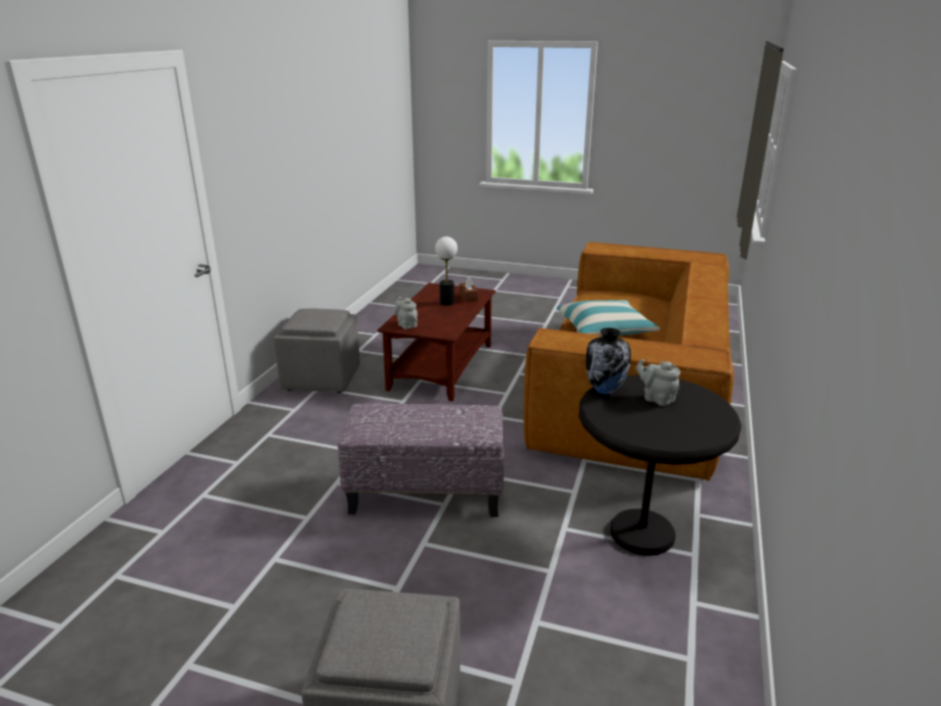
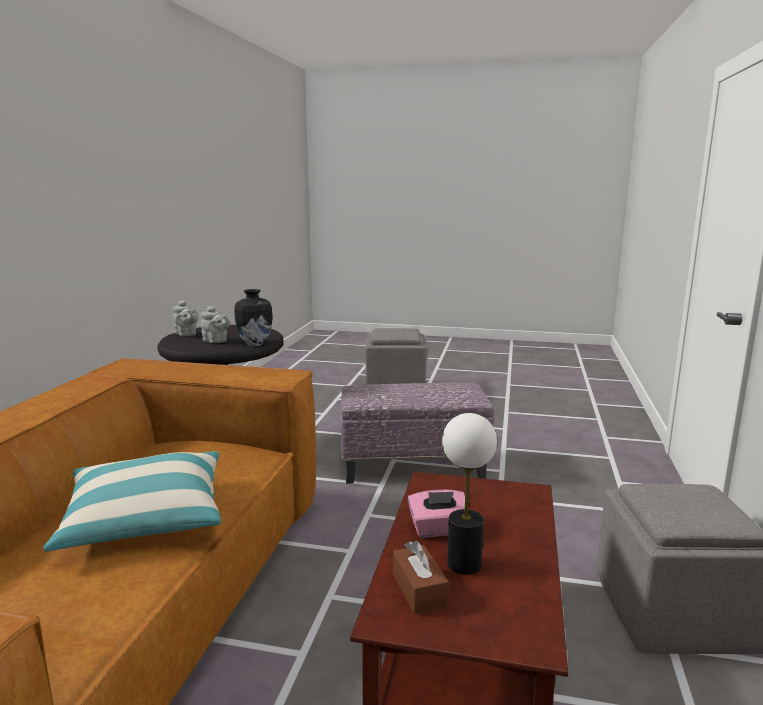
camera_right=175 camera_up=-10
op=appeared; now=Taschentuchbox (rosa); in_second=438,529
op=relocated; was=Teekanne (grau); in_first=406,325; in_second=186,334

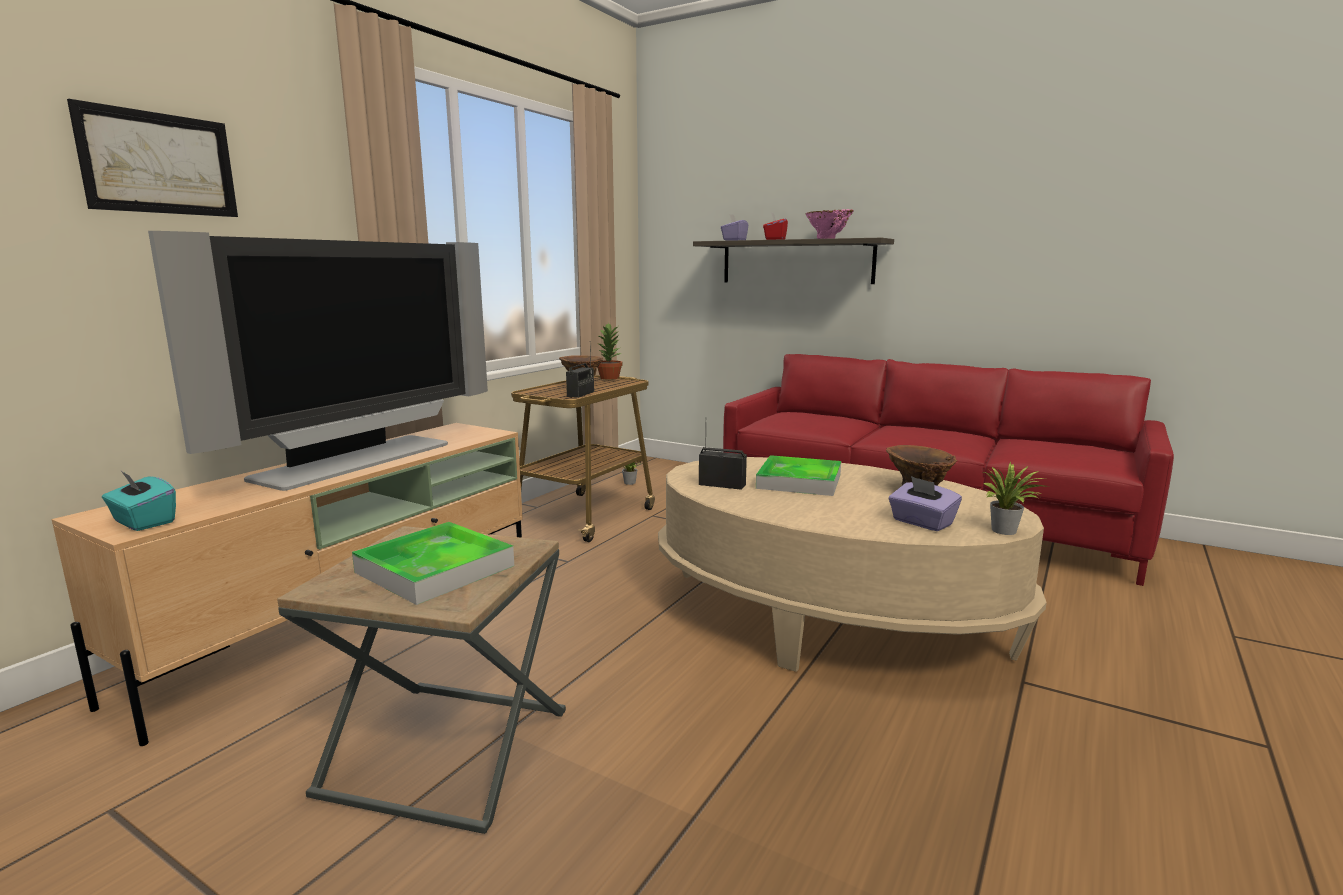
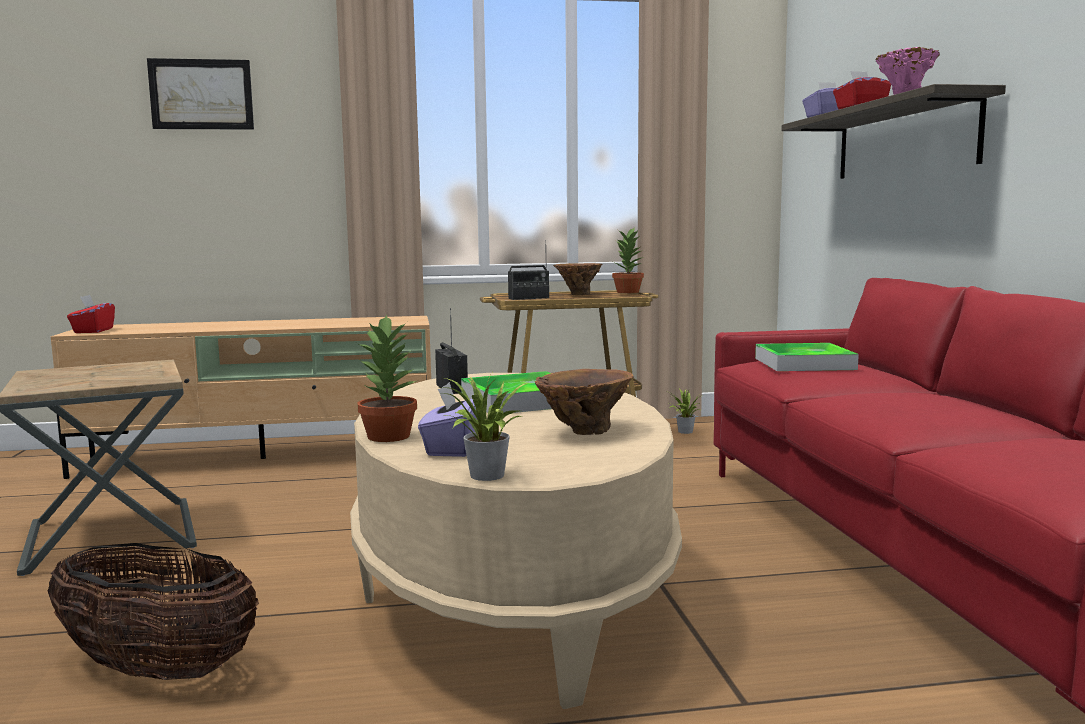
camera_right=50 camera_up=-5
op=missing; was=Fernseher; in_first=359,461
op=appeared; now=Korb; in_second=158,670
op=appeared; now=Topfpflanze; in_second=390,436
op=relocated; was=Tablett; in_first=435,569; in_second=804,364
op=colour; was=Taschentuchbox (türkis); now=Taschentuchbox (rot); in_first=143,522; in_second=93,331

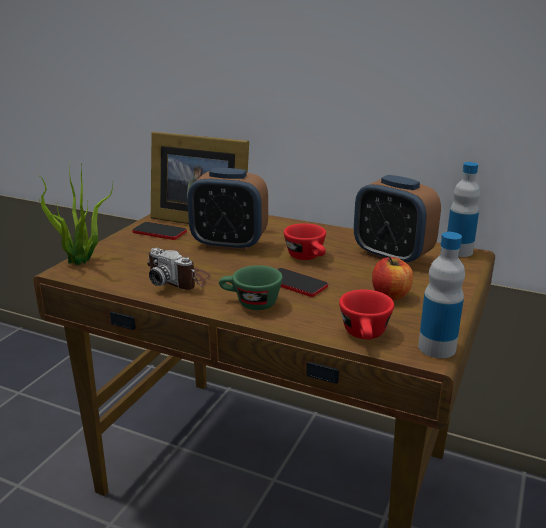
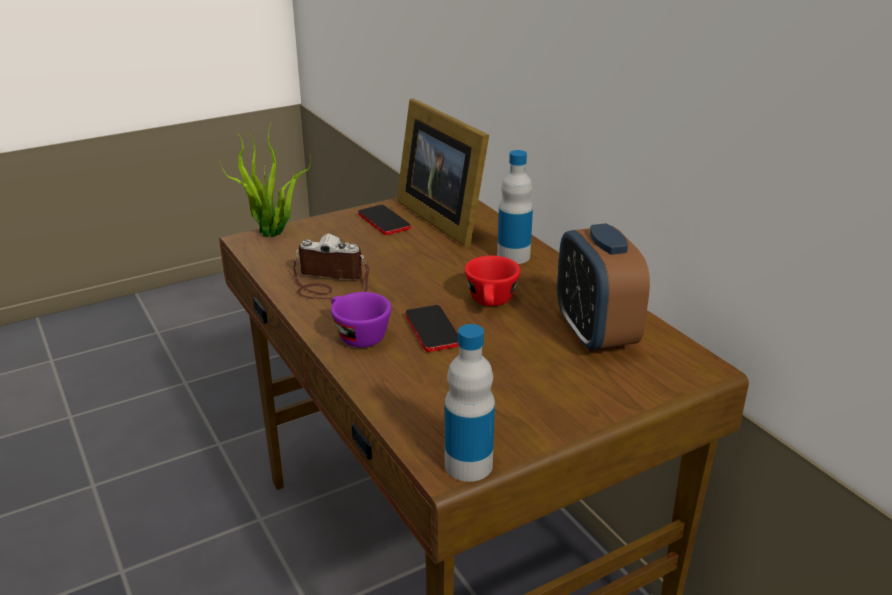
camera_right=35 camera_up=5
op=missing; was=Wecker; in_first=229,244
op=missing; was=Tasse (rot); in_first=365,336
op=missing; was=Apfel; in_first=390,295
op=relocated; was=Flasche; in_first=458,251; in_second=513,256
op=colour; was=Tasse (grün); now=Tasse (lila); in_first=250,303; in_second=356,335
op=spun; was=Kamera; in_first=179,279; in_second=329,283; clockwise=120

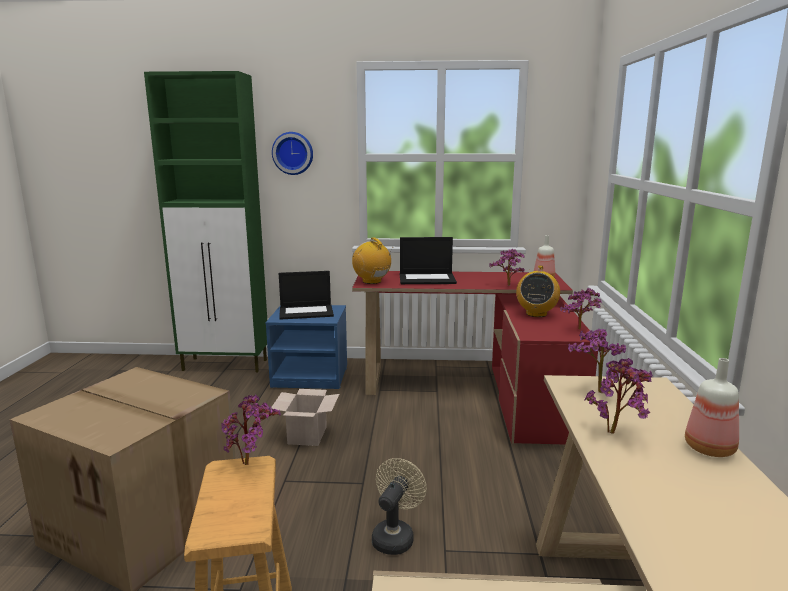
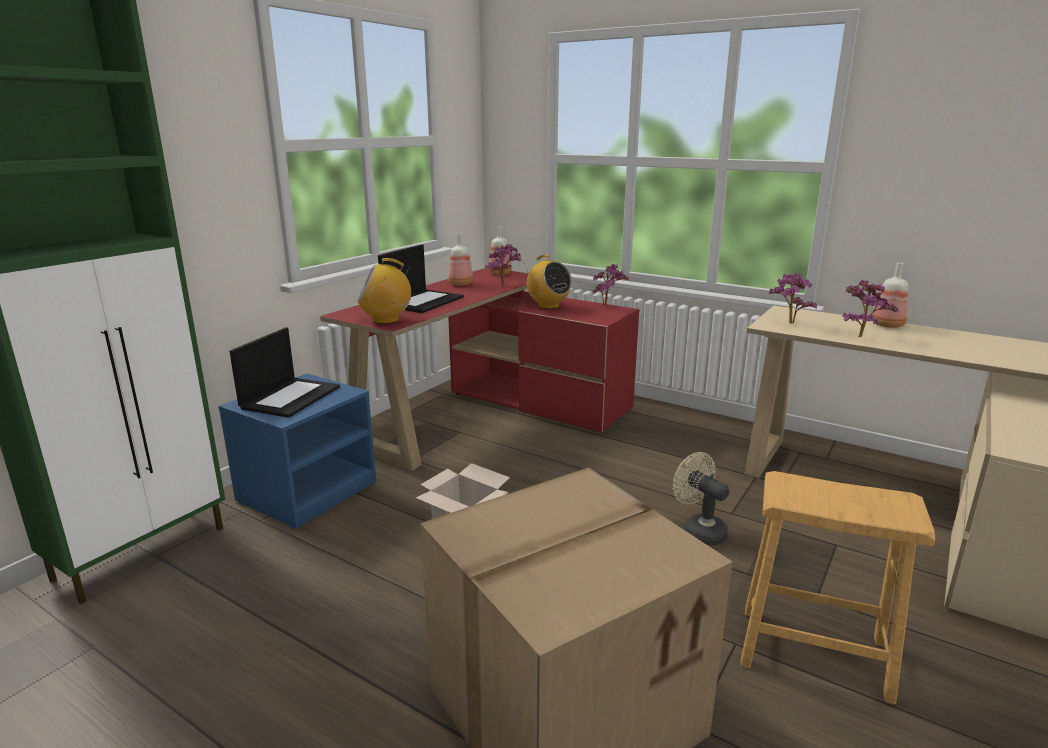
camera_right=-60 camera_up=5
op=missing; was=Topfpflanze; in_first=251,464
op=missing; was=Wanduhr; in_first=293,153
op=appeared; now=Flasche; in_second=460,284

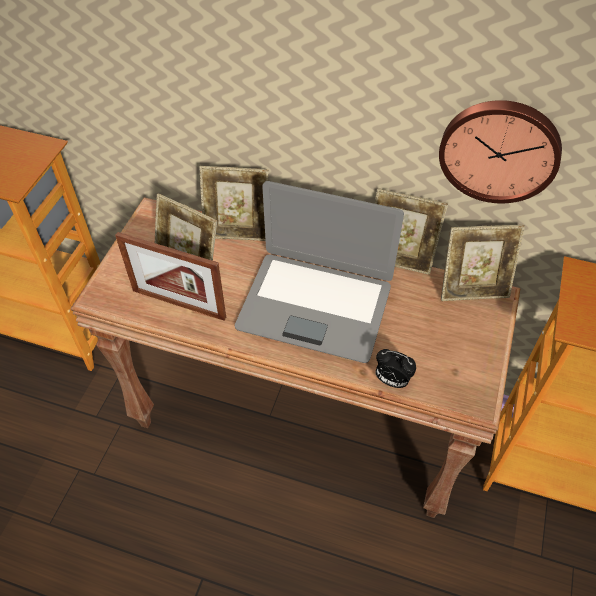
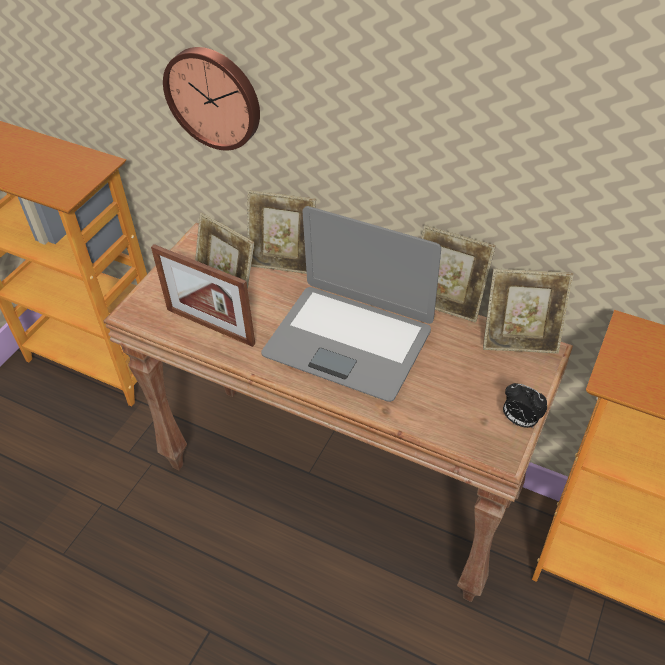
camera_right=10 camera_up=-5
op=relocated; was=Wecker; in_first=391,380; in_second=519,420
op=relocated; was=Wanduhr; in_first=499,150; in_second=214,97

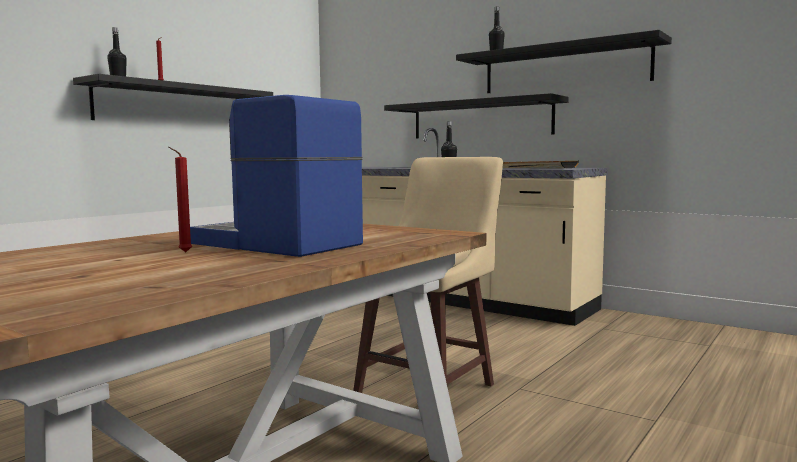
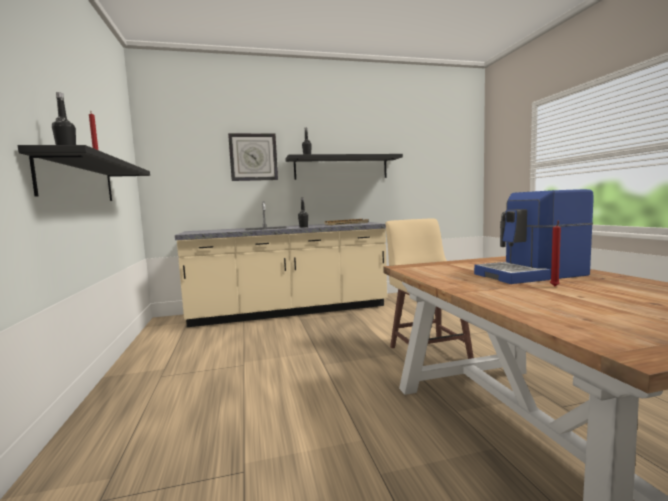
camera_right=-50 camera_up=0
op=missing; was=Wandregal (schwarz); in_first=480,119
op=appeared; now=Wanduhr; in_second=253,157

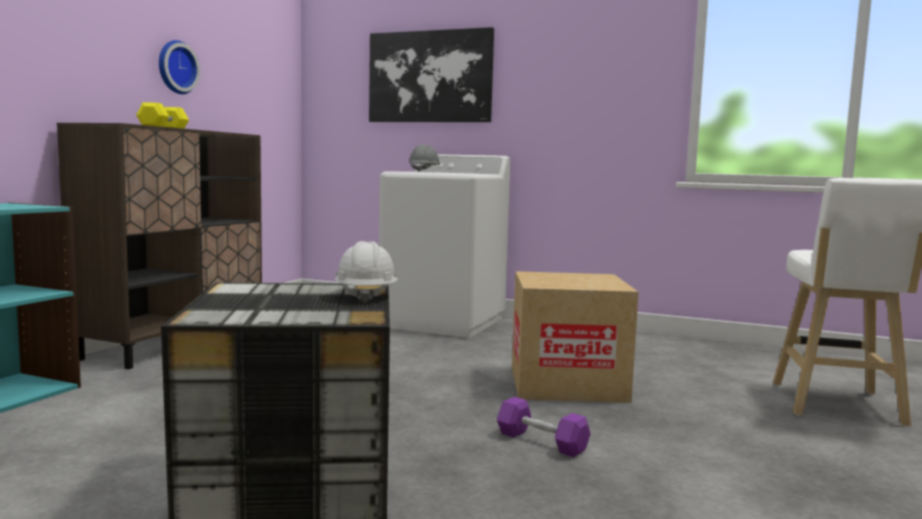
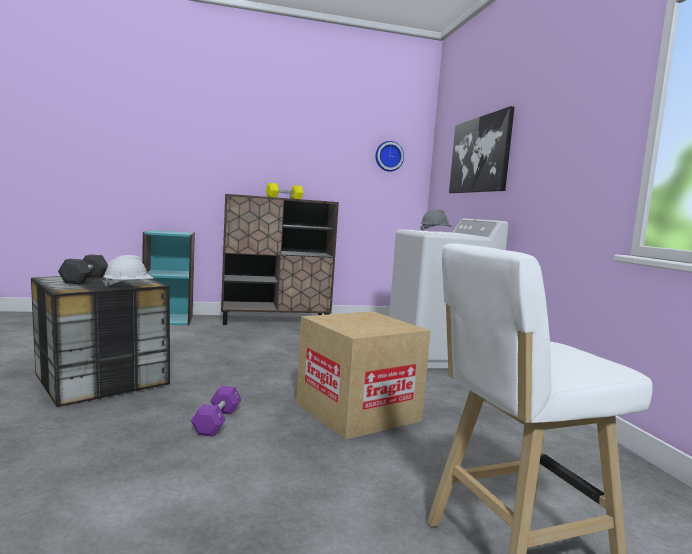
camera_right=55 camera_up=0
op=appeared; now=Hantel (grau); in_second=84,279
op=relocated; was=Wanduhr; in_first=175,67; in_second=388,156

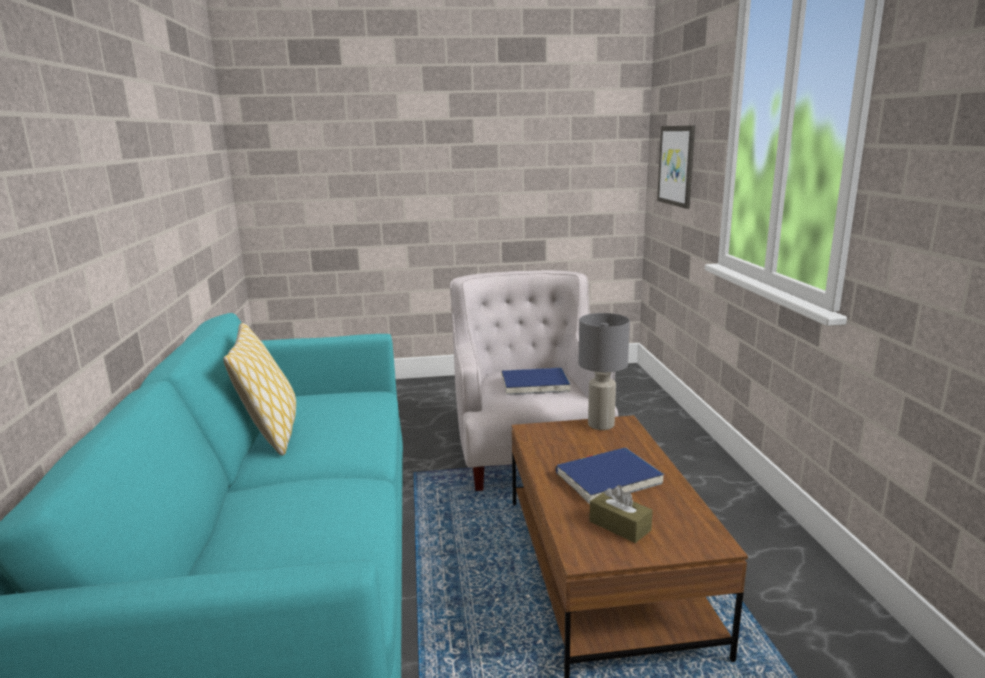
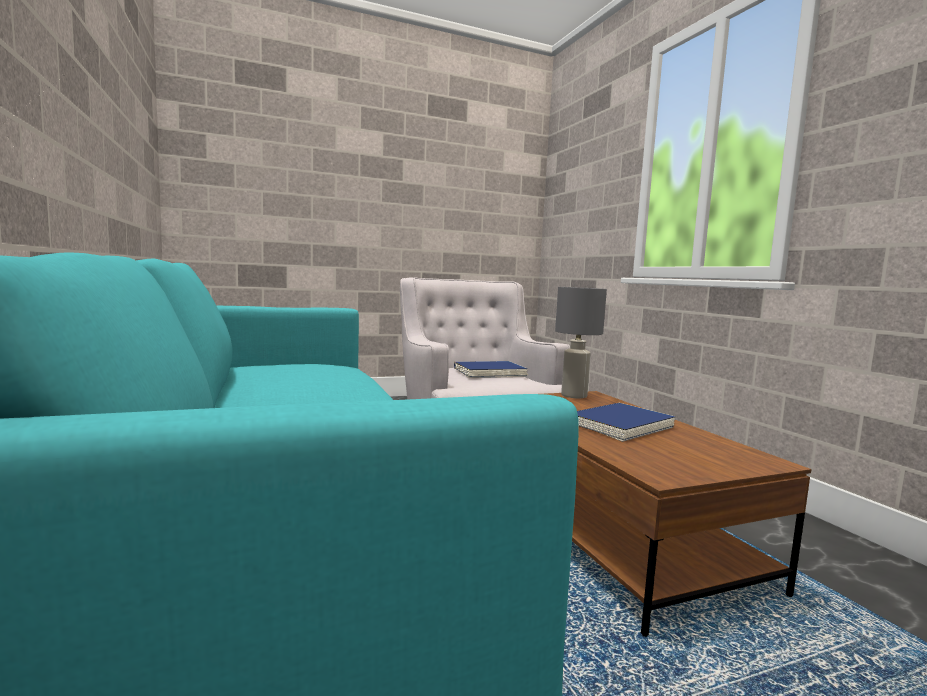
camera_right=-15 camera_up=-10
op=missing; was=Kissen; in_first=271,434
op=missing; was=Taschentuchbox (braun); in_first=619,526
op=missing; was=Bild; in_first=677,165

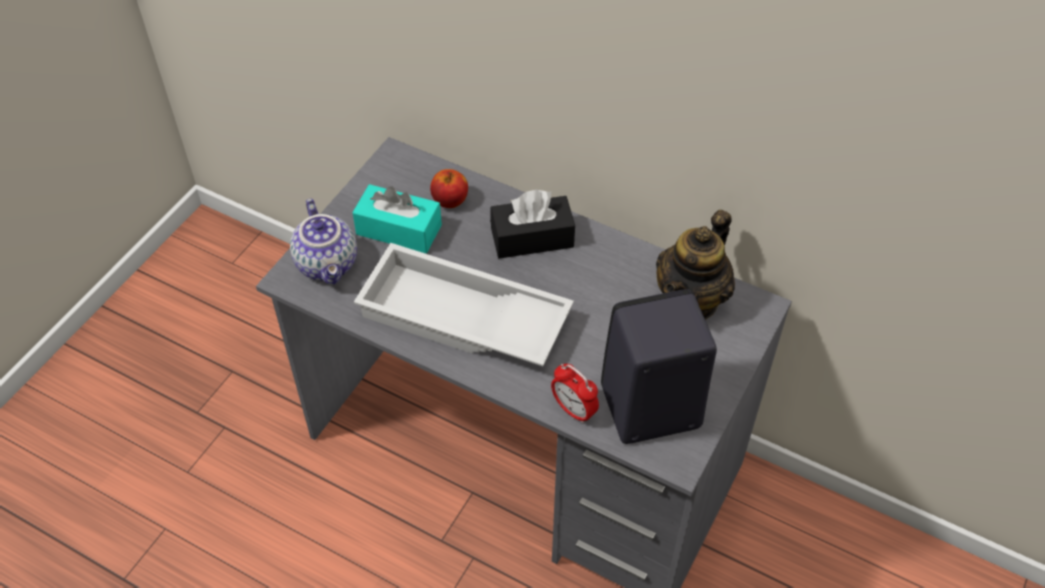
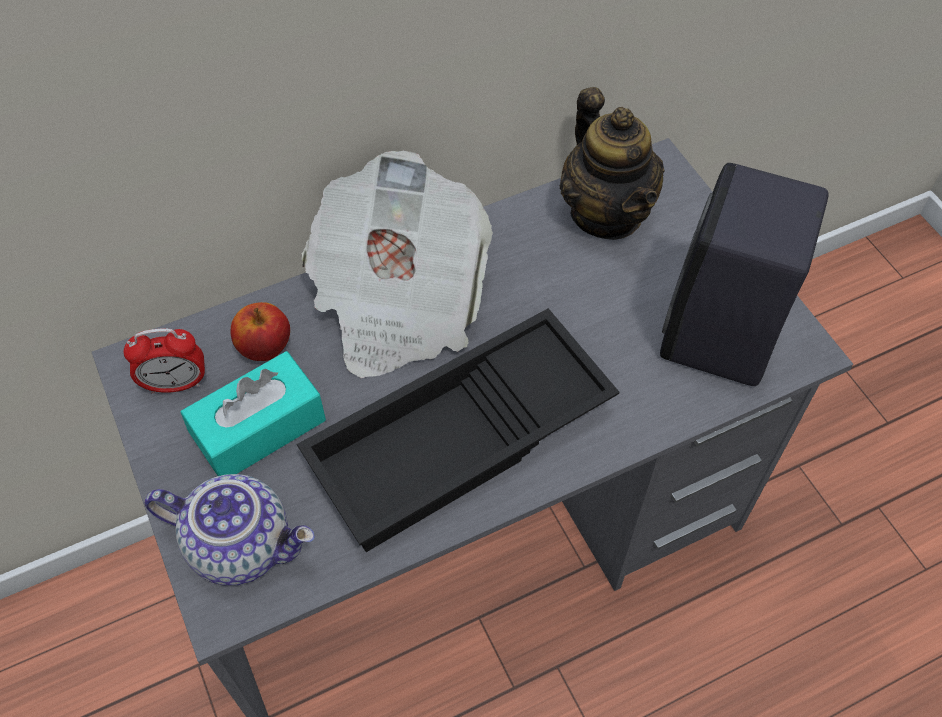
camera_right=-55 camera_up=5
op=relocated; was=Wecker; in_first=574,410; in_second=176,384
op=exchanged; was=Taschentuchbox (schwarz); now=Zeitung; in_first=532,238; in_second=398,300
op=colour; was=Tablett (weiß); now=Tablett (schwarz); in_first=461,319; in_second=460,442

